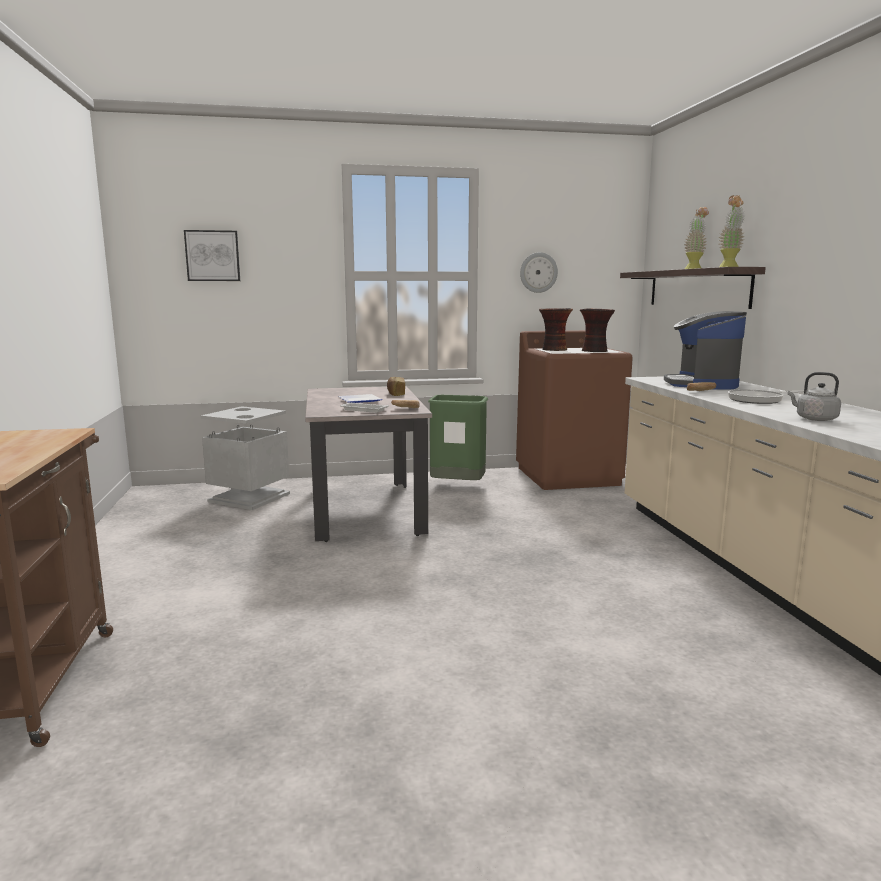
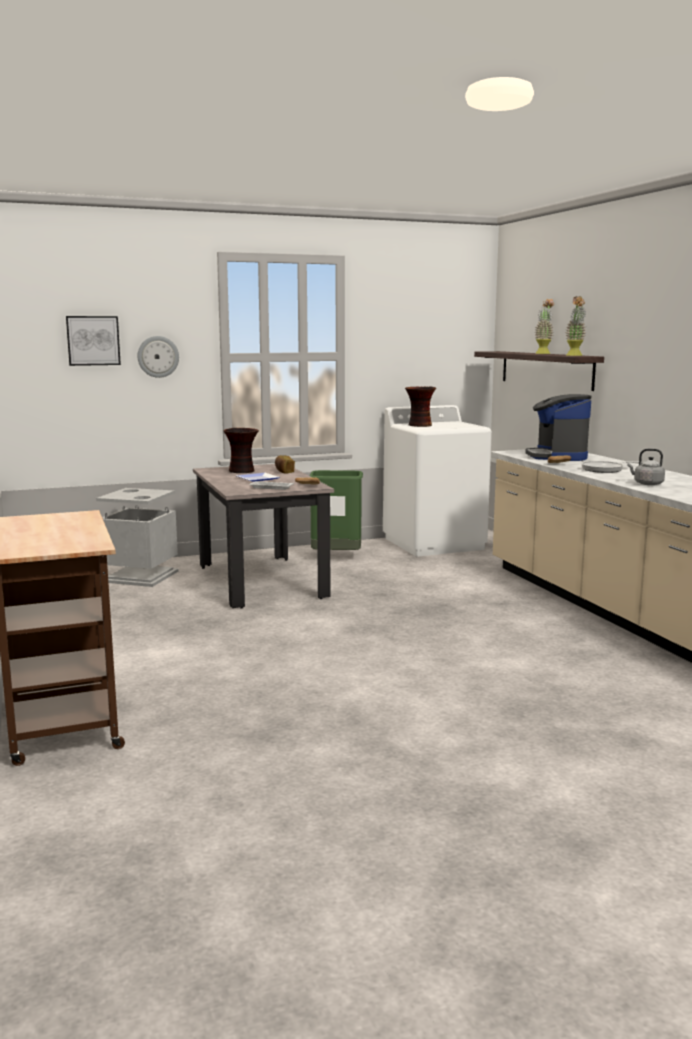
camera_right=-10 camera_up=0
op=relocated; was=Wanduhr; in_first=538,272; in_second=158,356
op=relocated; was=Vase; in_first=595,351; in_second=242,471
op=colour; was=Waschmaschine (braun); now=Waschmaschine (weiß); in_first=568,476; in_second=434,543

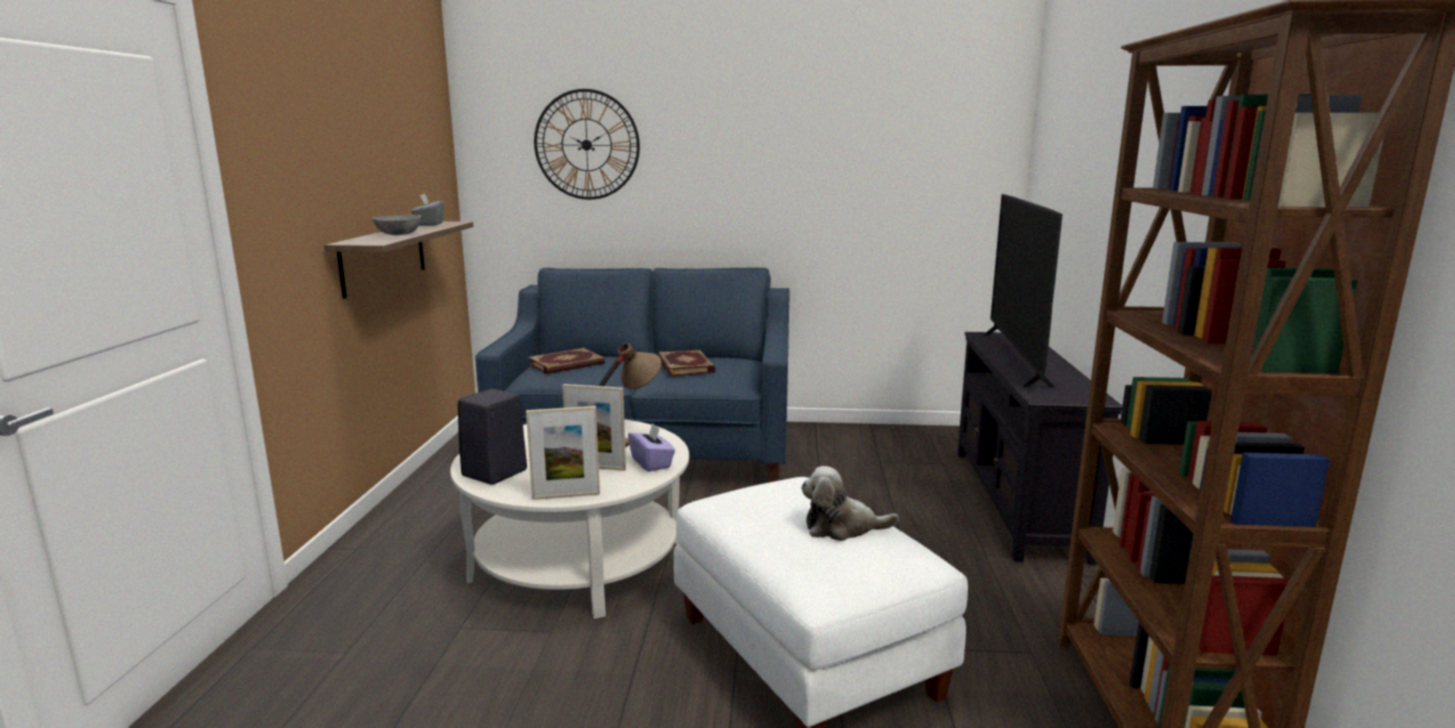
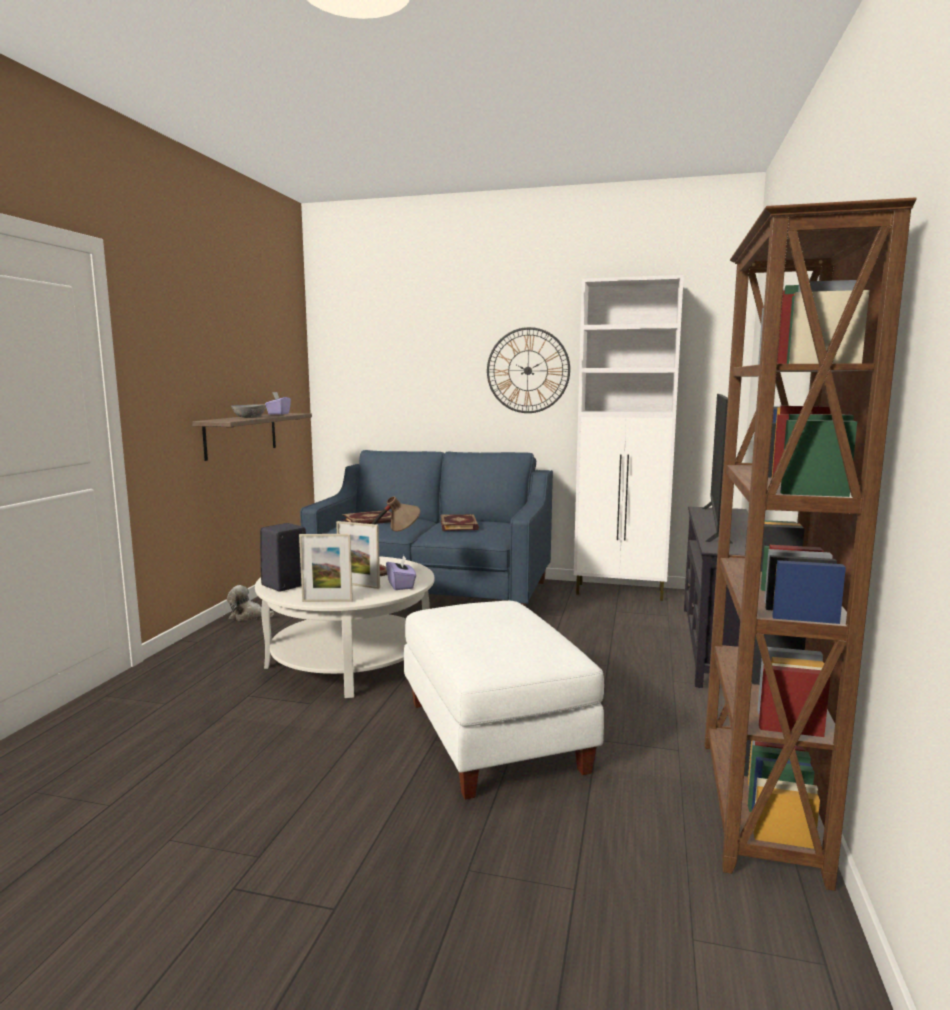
camera_right=10 camera_up=-5
op=appeared; now=Schrank (weiß); in_second=621,592
op=relocated; was=Wanduhr; in_first=586,145; in_second=528,370
op=relocated; was=Plüschtier; in_first=842,528; in_second=248,616
op=colour; was=Taschentuchbox (grau); now=Taschentuchbox (lila); in_first=429,224; in_second=278,414

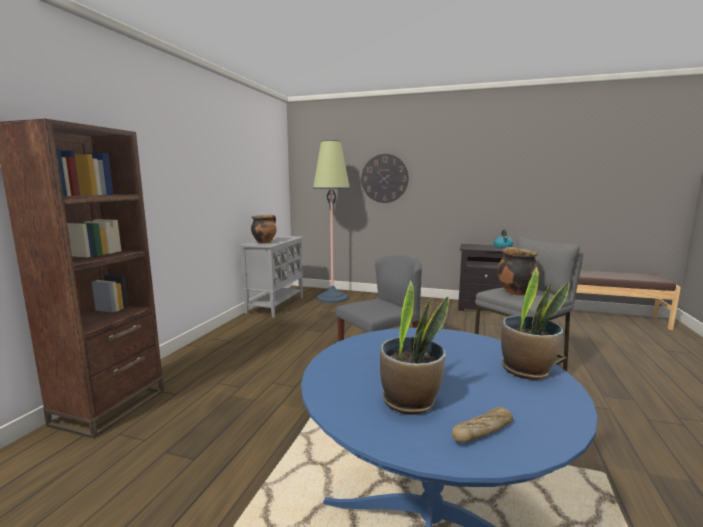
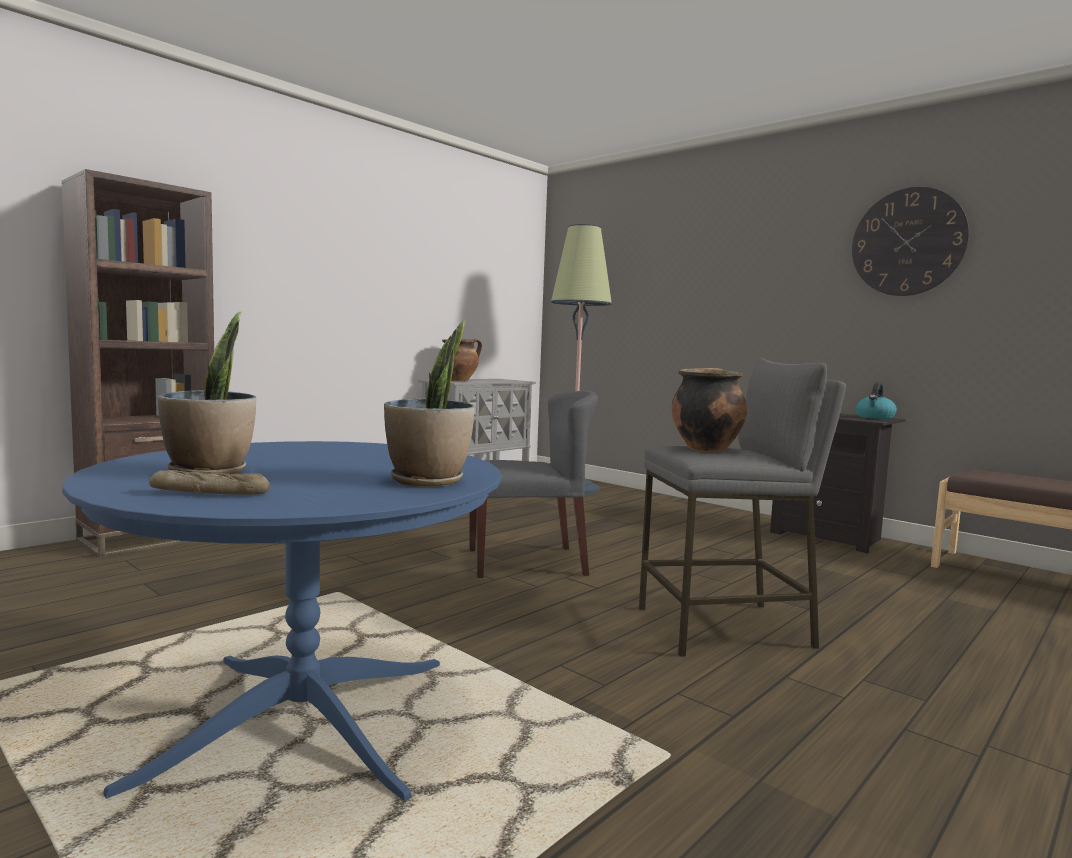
camera_right=25 camera_up=-5
op=relocated; was=Wanduhr; in_first=384,178; in_second=908,242

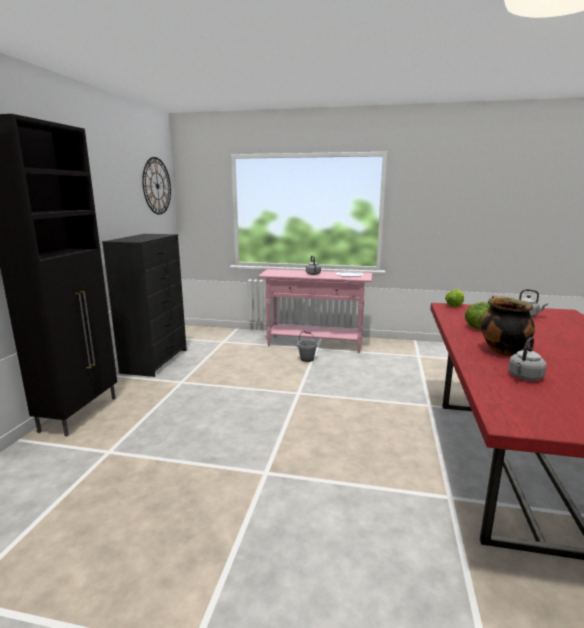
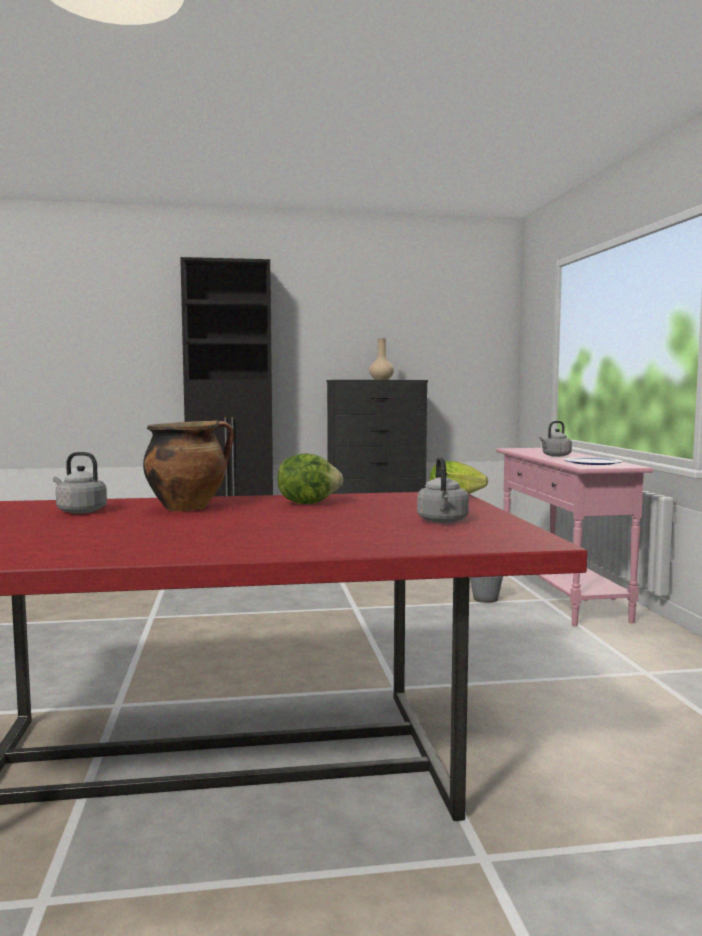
camera_right=70 camera_up=-10
op=missing; was=Wanduhr; in_first=157,186
op=appeared; now=Vase (beige); in_second=381,379

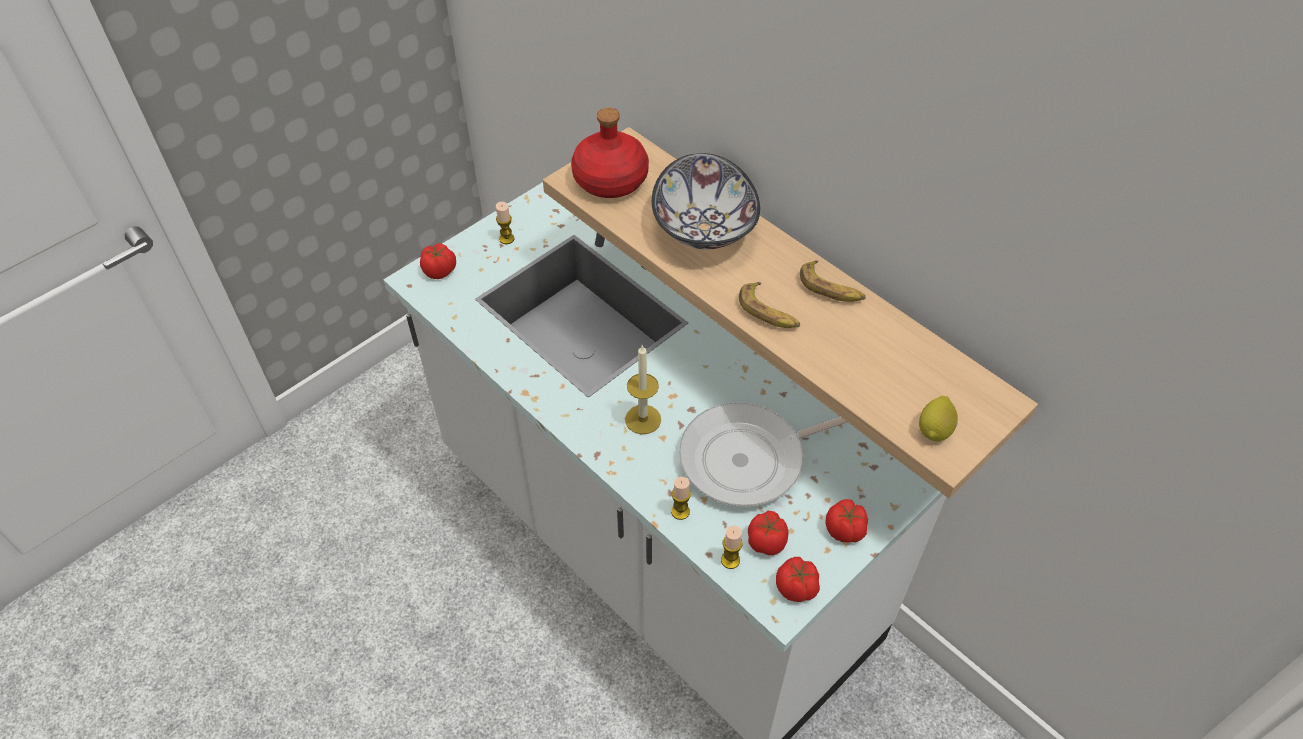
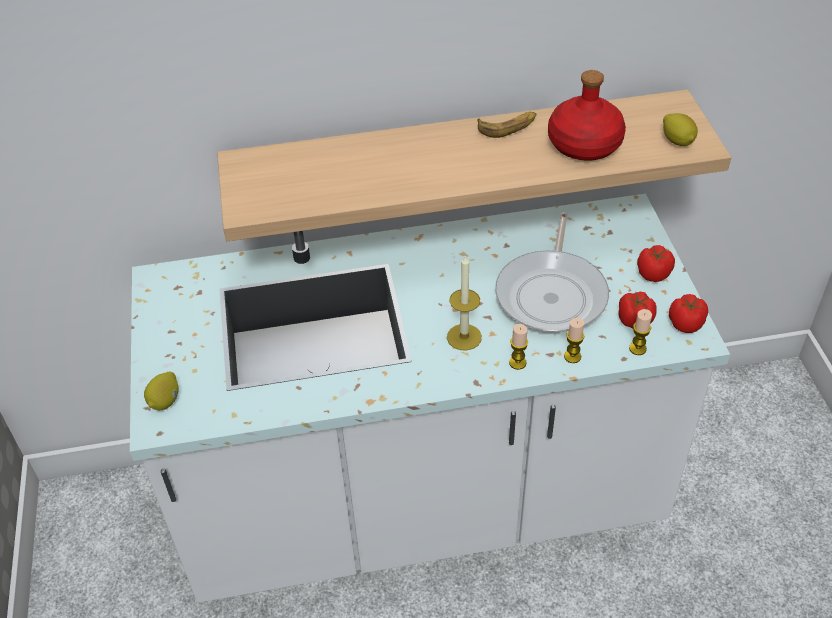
camera_right=-55 camera_up=-5
op=missing; was=Schüssel; in_first=705,227
op=missing; was=Banane; in_first=768,312
op=relocated; was=Kerze; in_first=506,239; in_second=517,363
op=relocated; was=Flasche (rot); in_first=609,179; in_second=583,144
op=exchanged; was=Tomate; now=Zitrone; in_first=440,271; in_second=165,401

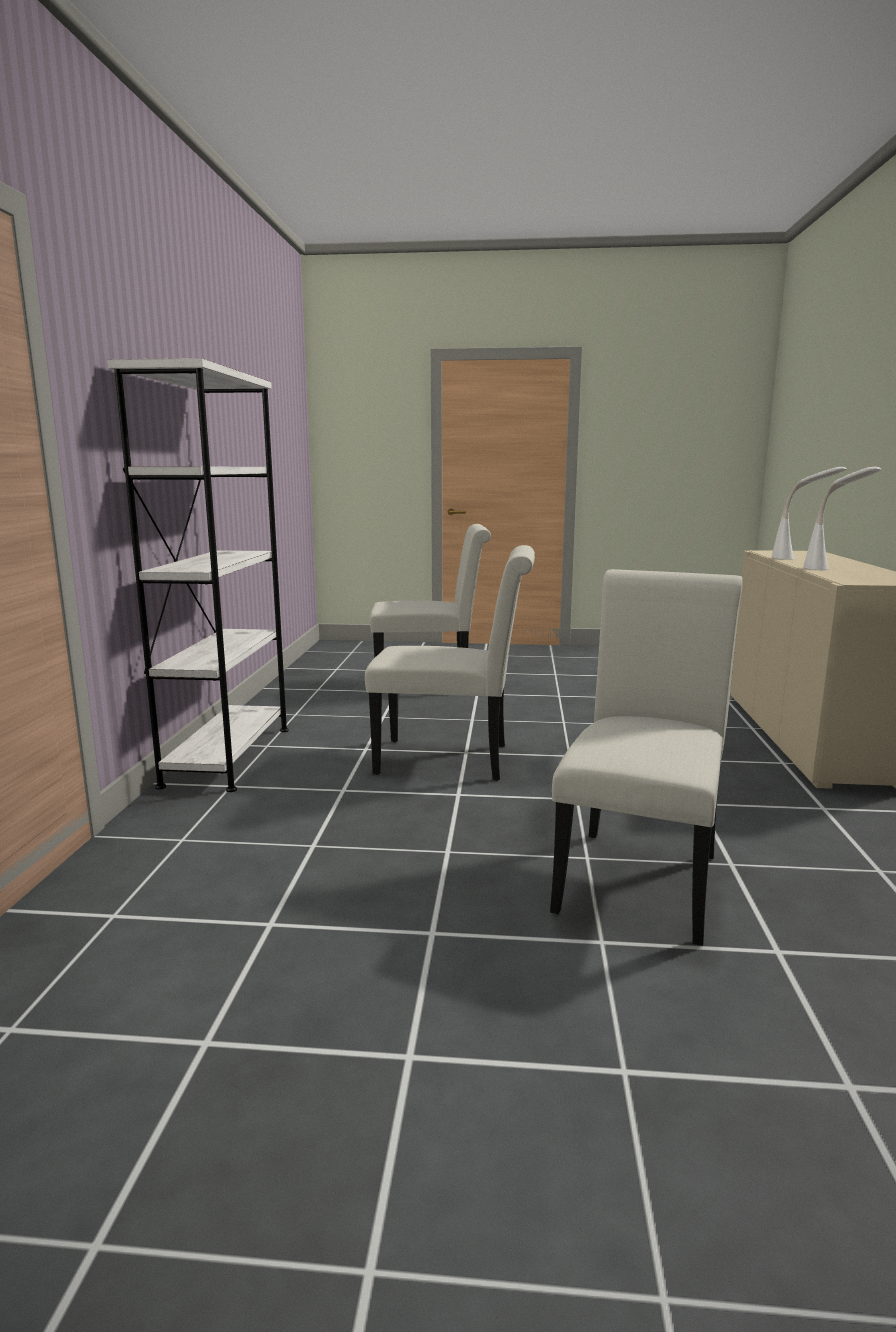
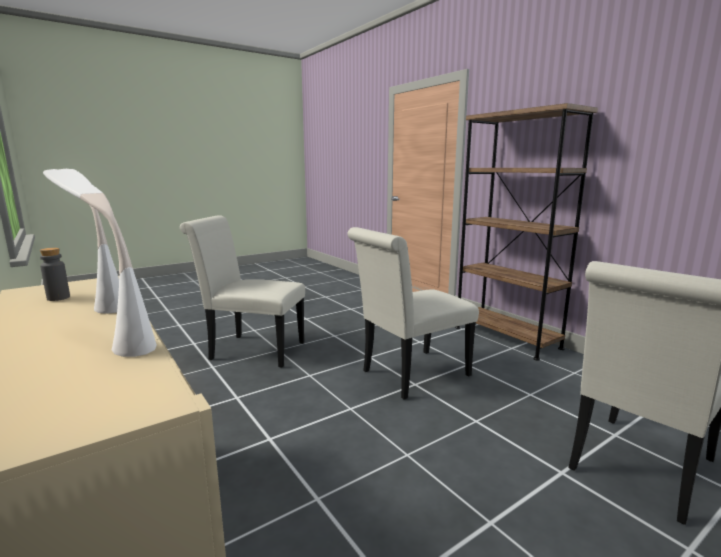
camera_right=140 camera_up=0
op=appeared; now=Flasche (grau); in_second=58,298
op=colour; was=Bücherregal (weiß); now=Bücherregal (braun); in_first=228,756; in_second=506,337
op=spun; was=Stuhl (weiß); in_first=640,875; in_second=251,350; clockwise=120

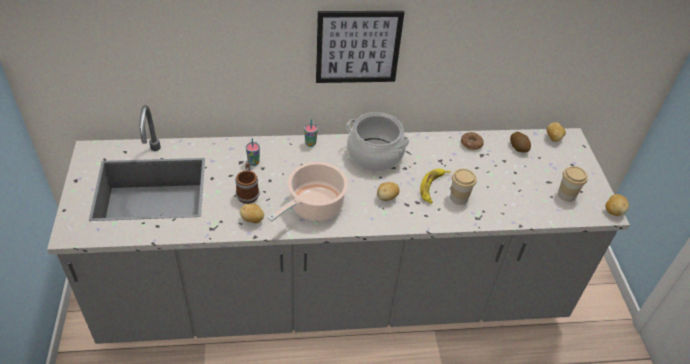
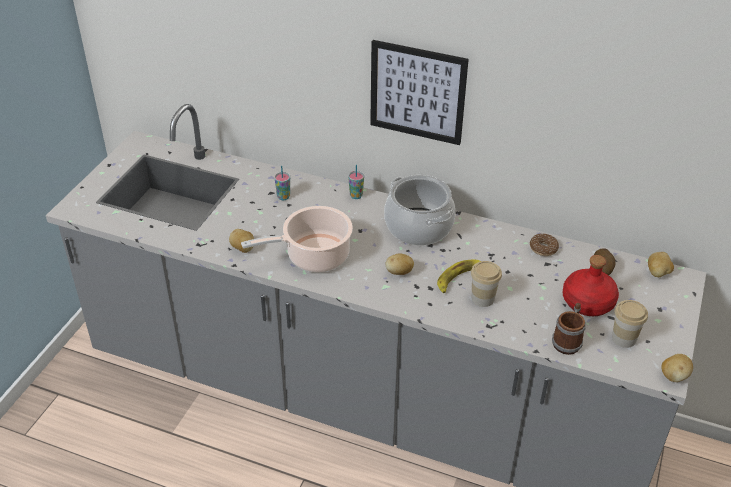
camera_right=30 camera_up=-5
op=appeared; now=Flasche (rot); in_second=587,302
op=relocated; was=Henkelbecher; in_first=248,192; in_second=567,340

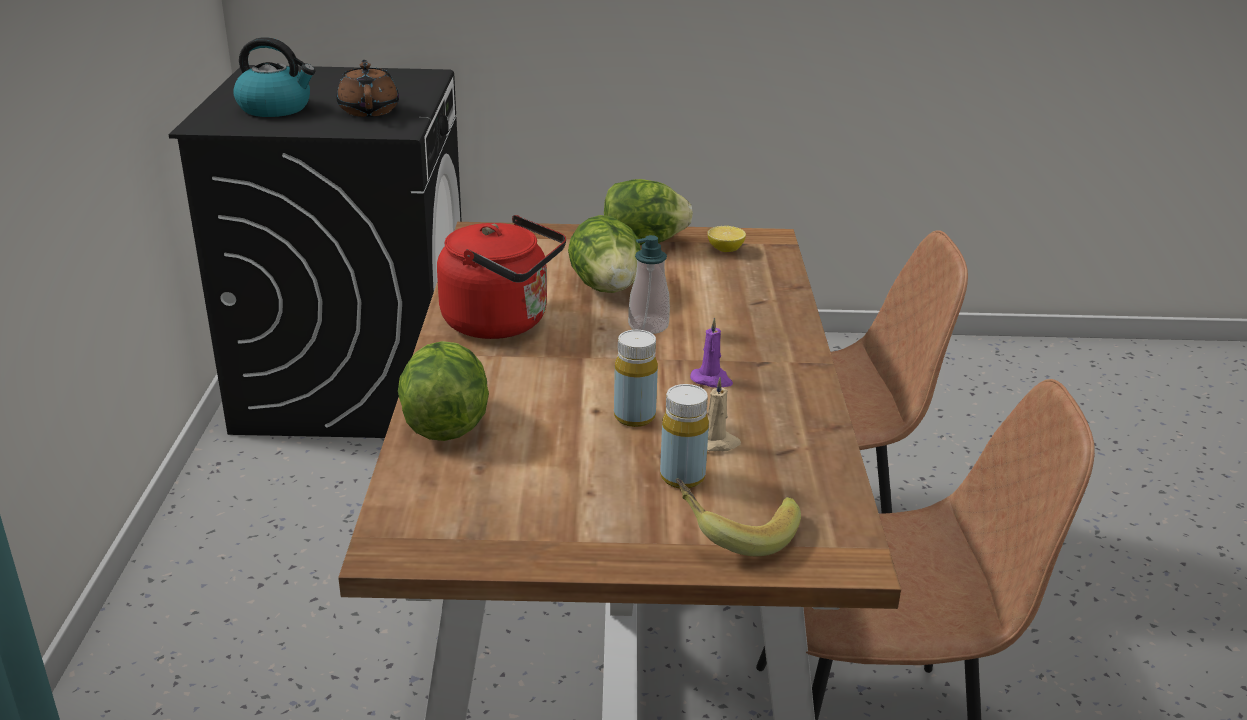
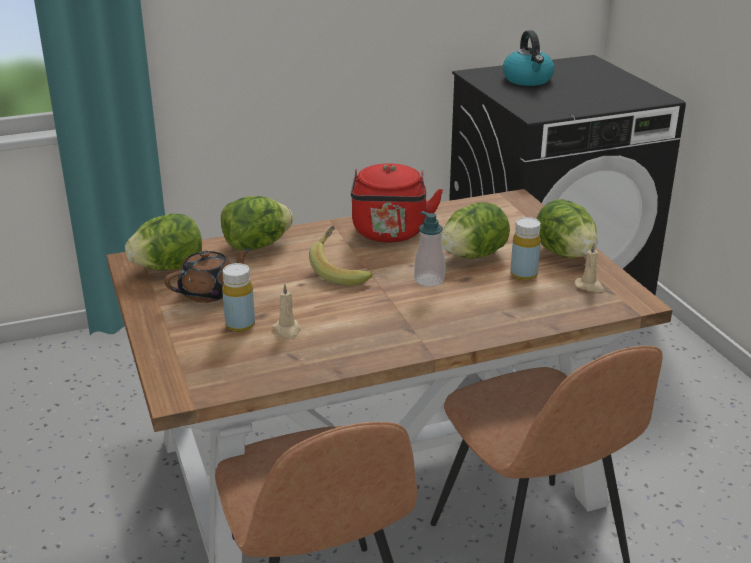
camera_right=70 camera_up=0
op=missing; was=Kerze (lila); in_first=712,380
op=appeared; now=Salatkopf; in_second=169,267
op=relocated; was=Teekanne (braun); in_first=369,110; in_second=210,292
op=relocated; was=Flasche (gelb); in_first=634,417; in_second=523,275
op=relocated; was=Banane; in_first=735,533; in_second=342,271
op=exchanged; was=Zitrone; now=Kerze (beige); in_first=725,250; in_second=589,286

